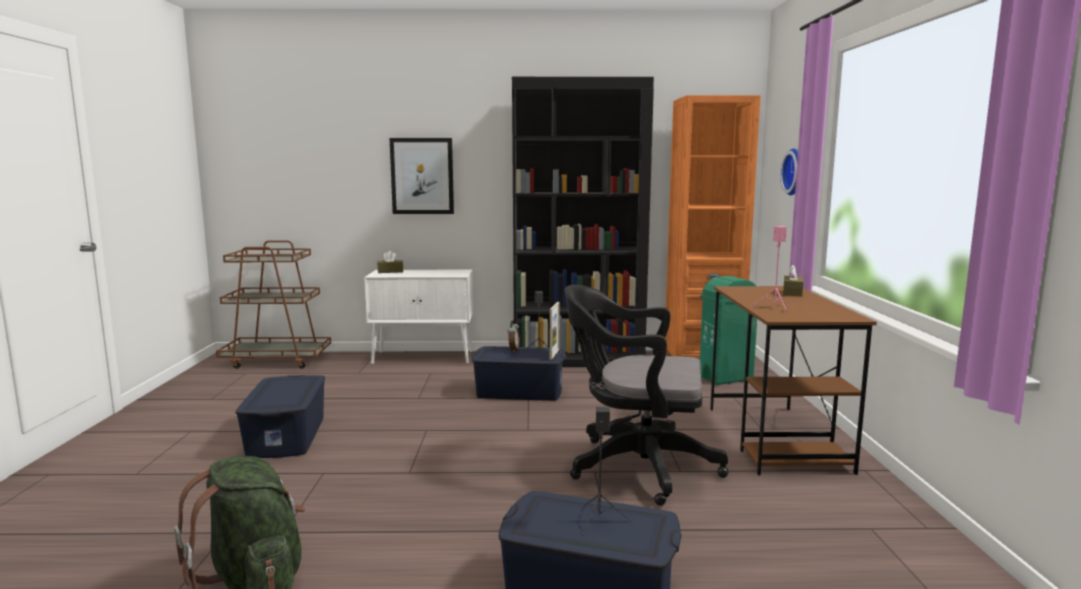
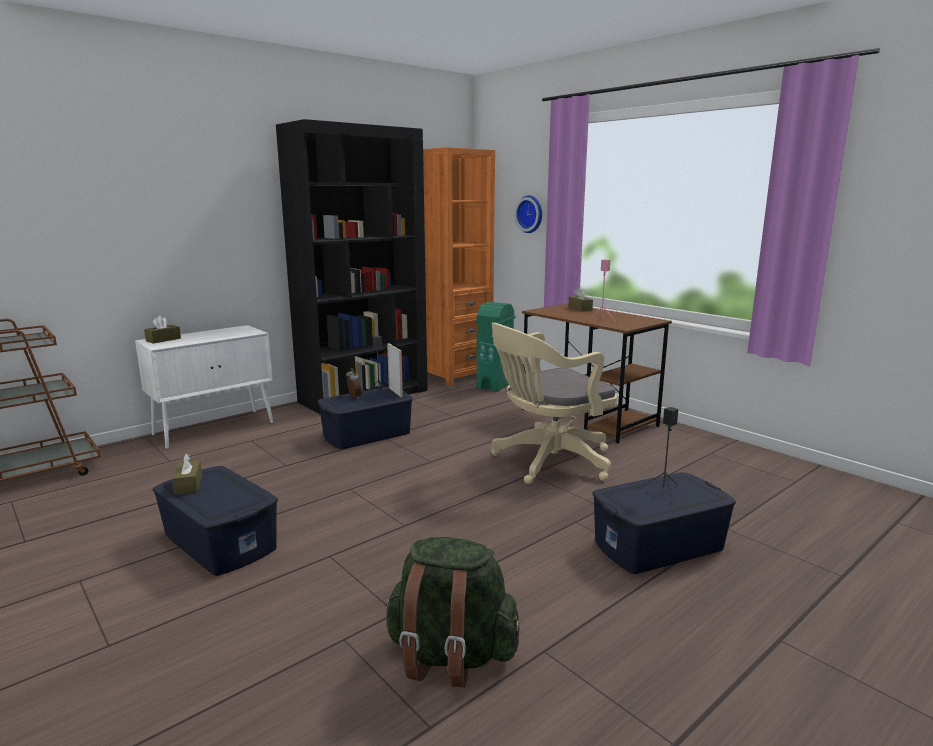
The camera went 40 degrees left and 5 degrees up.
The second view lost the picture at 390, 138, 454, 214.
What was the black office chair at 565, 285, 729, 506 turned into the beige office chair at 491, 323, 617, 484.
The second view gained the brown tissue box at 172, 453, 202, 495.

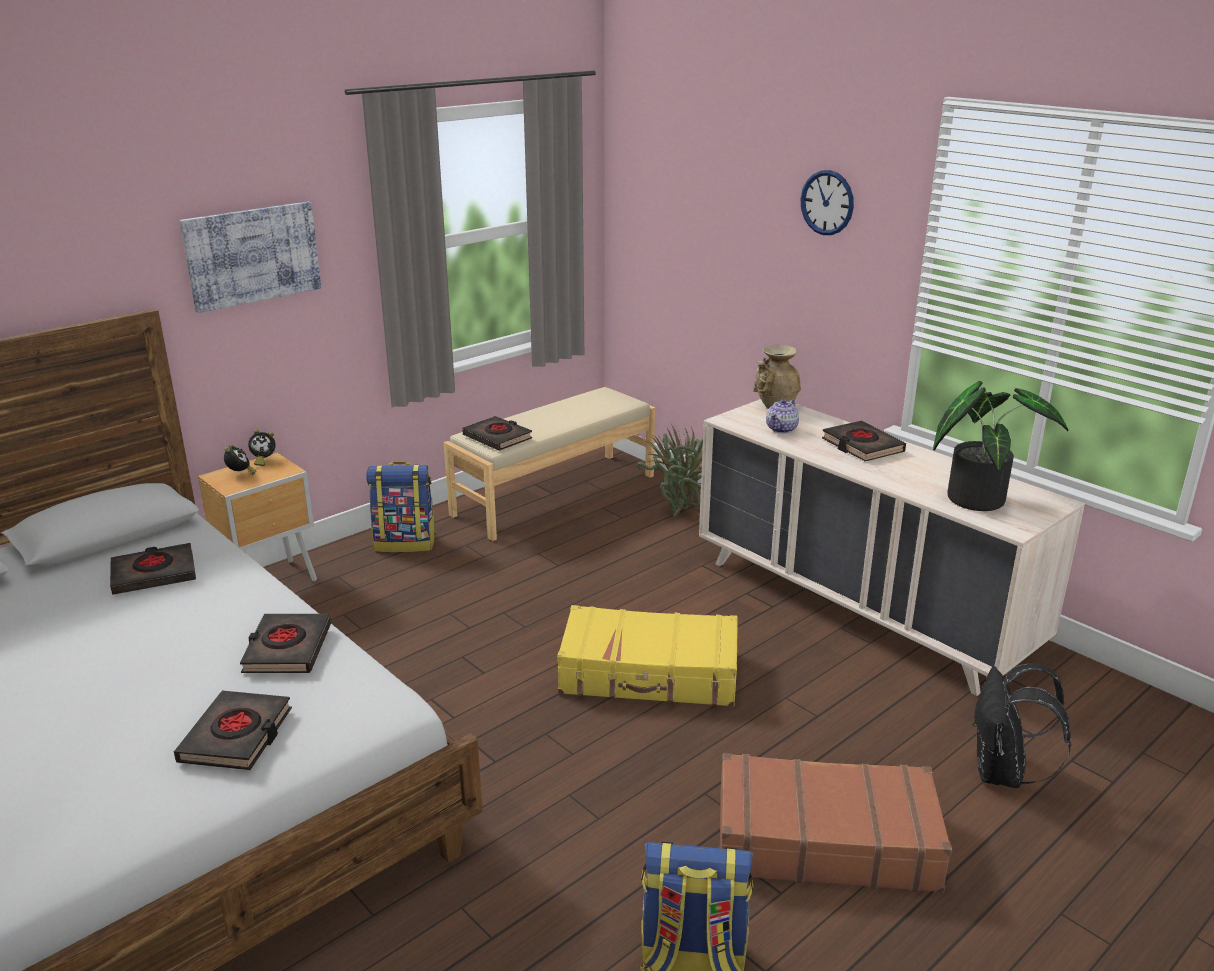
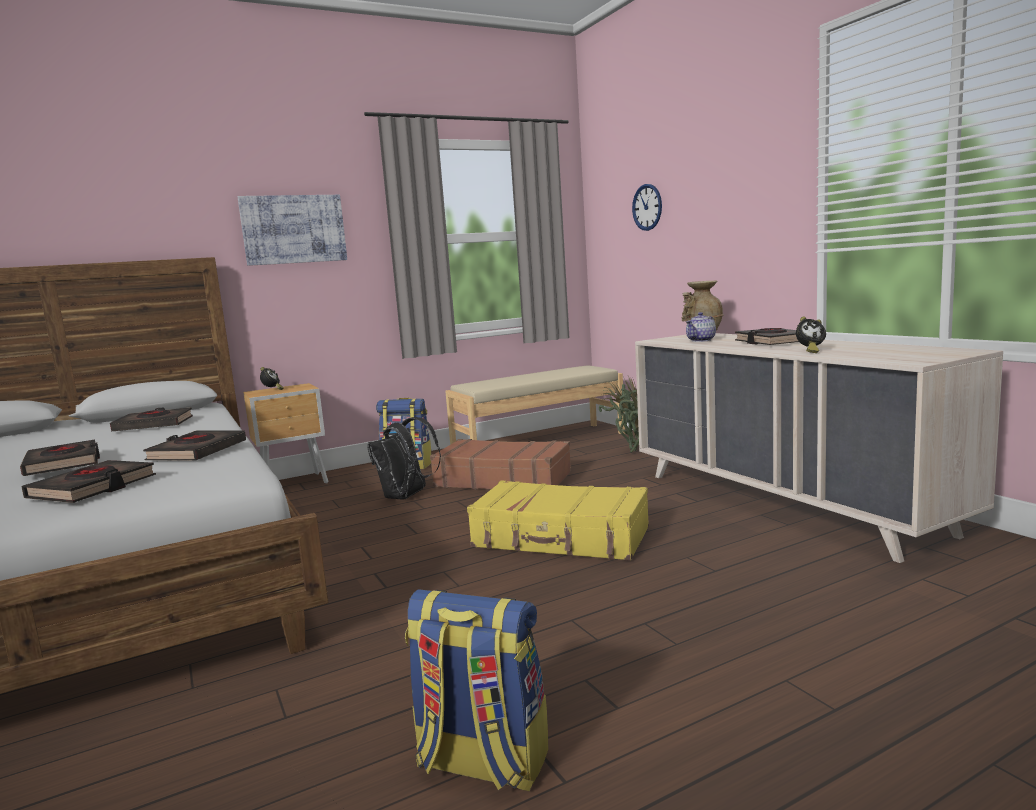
The camera went 15 degrees right and 15 degrees down.
The alarm clock ended up elsewhere, having gone from 248, 429, 276, 466 to 796, 316, 826, 353.
The black book ended up elsewhere, having gone from 463, 416, 532, 451 to 20, 439, 100, 476.
The brown suitcase ended up elsewhere, having gone from 720, 753, 952, 893 to 430, 439, 571, 490.
The wall clock ended up elsewhere, having gone from 801, 170, 854, 235 to 632, 184, 662, 231.
The second view lost the potted plant at 933, 381, 1069, 511.
The black backpack ended up elsewhere, having gone from 972, 663, 1072, 788 to 367, 417, 441, 500.

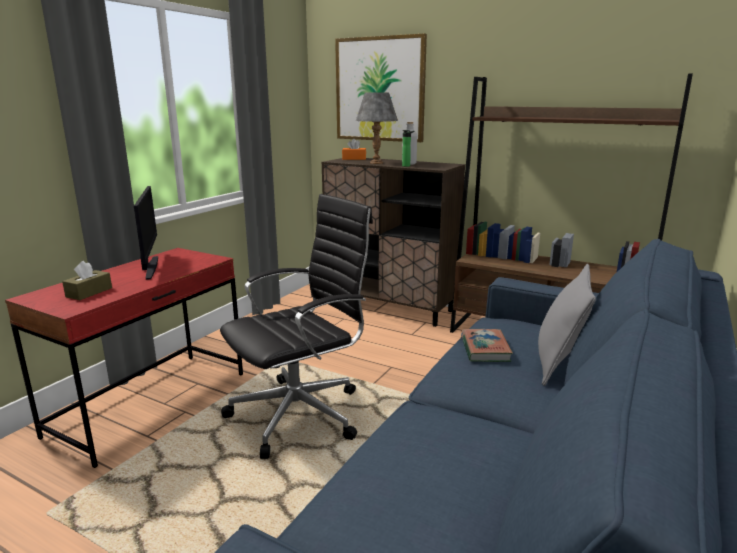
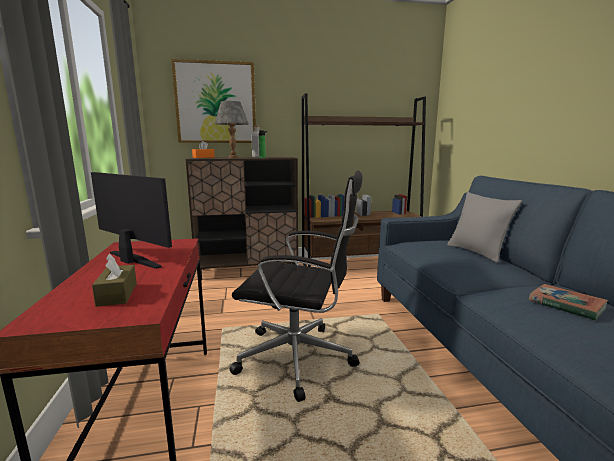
The camera went 40 degrees left and 5 degrees down.
The black office chair at 220, 194, 373, 459 ended up facing another way, 90 degrees clockwise from before.
The book ended up elsewhere, having gone from 461, 329, 513, 362 to 529, 284, 608, 320.

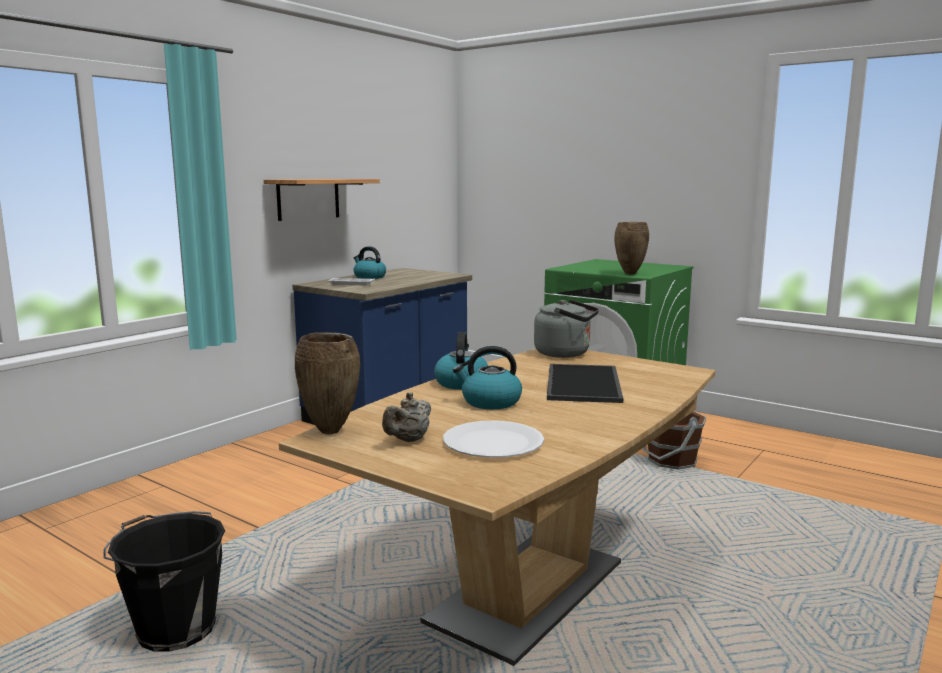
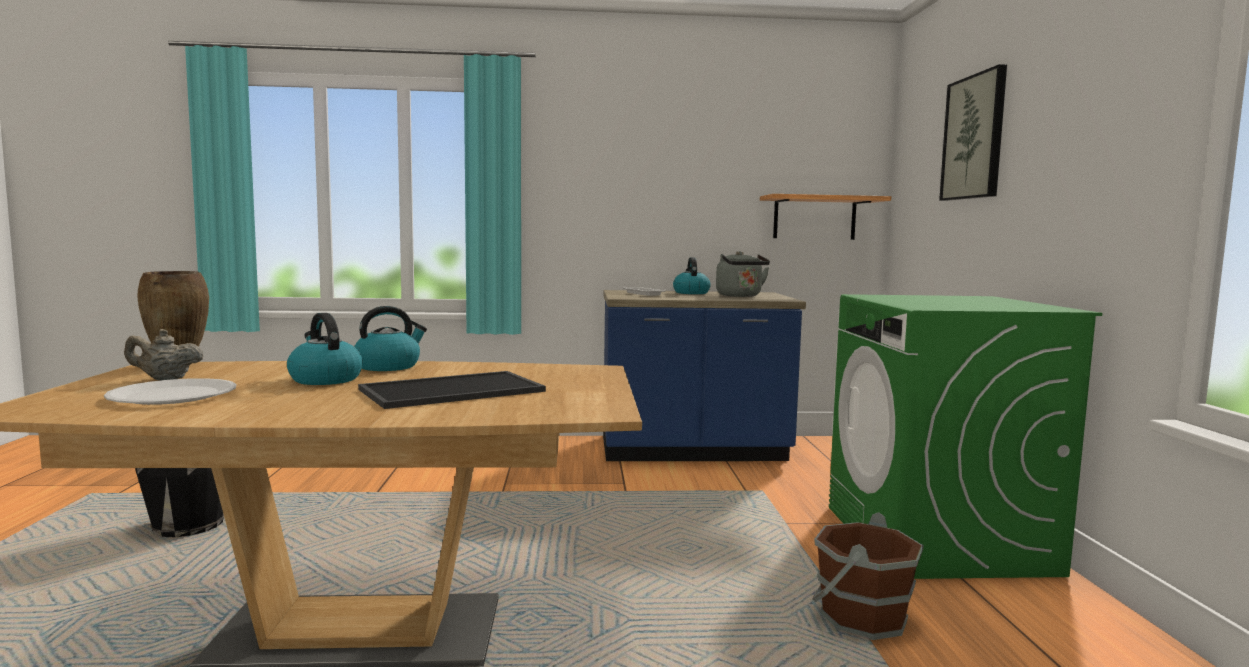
The camera went 50 degrees right and 5 degrees down.
The shelf ended up elsewhere, having gone from 264, 179, 380, 221 to 760, 194, 891, 240.
The grey kettle ended up elsewhere, having gone from 534, 300, 599, 358 to 716, 251, 770, 297.
The second view lost the brown vase at 614, 222, 649, 275.
The second view gained the picture at 939, 64, 1007, 201.

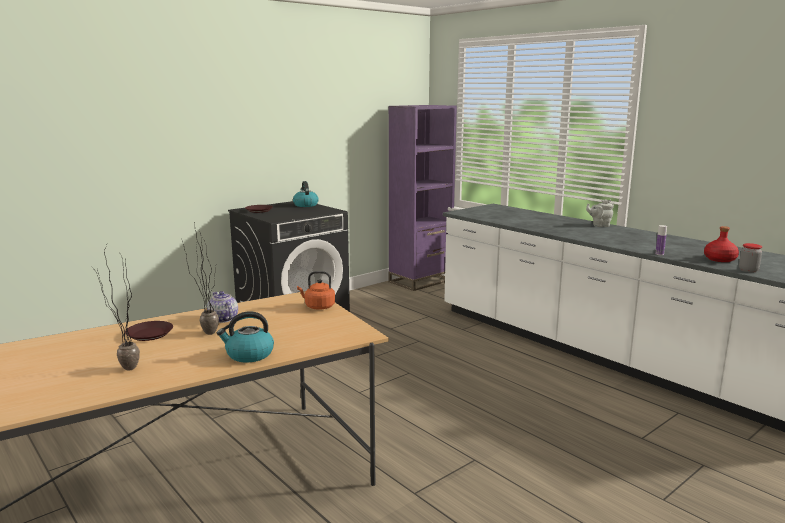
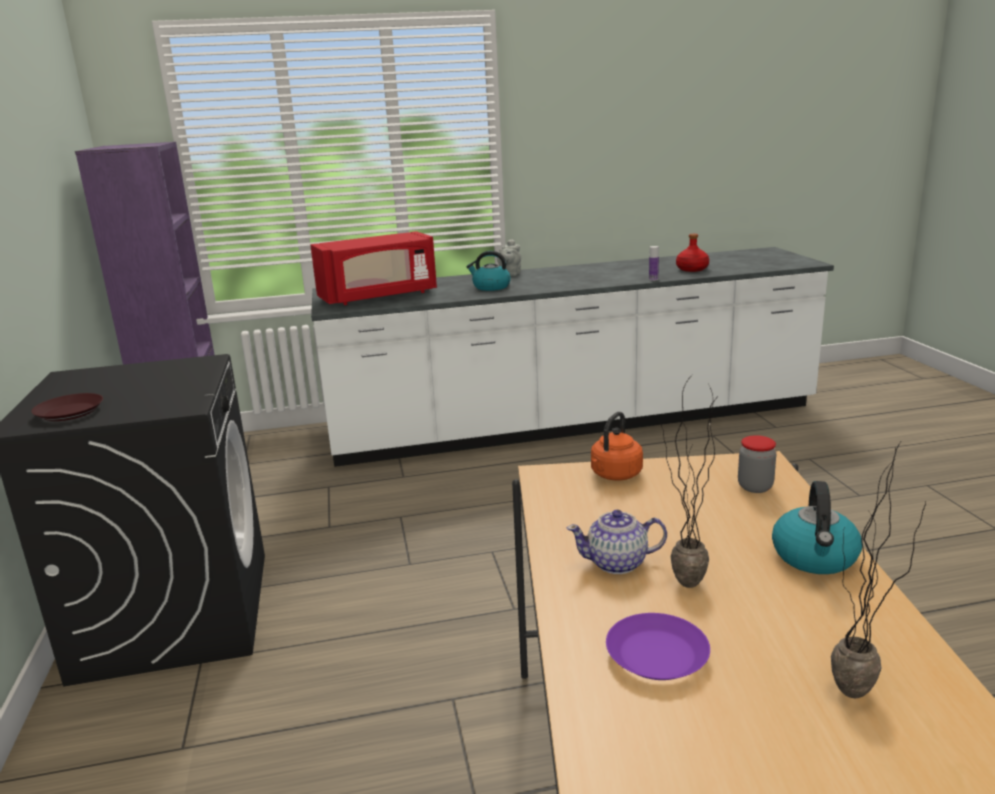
The camera went 60 degrees left and 5 degrees up.
What was the brown plate at 125, 321, 173, 341 turned into the purple plate at 606, 613, 710, 680.
The kettle ended up elsewhere, having gone from 293, 181, 319, 207 to 466, 251, 511, 291.
The jar ended up elsewhere, having gone from 739, 243, 762, 273 to 738, 435, 776, 493.
The second view gained the red microwave at 310, 231, 437, 305.

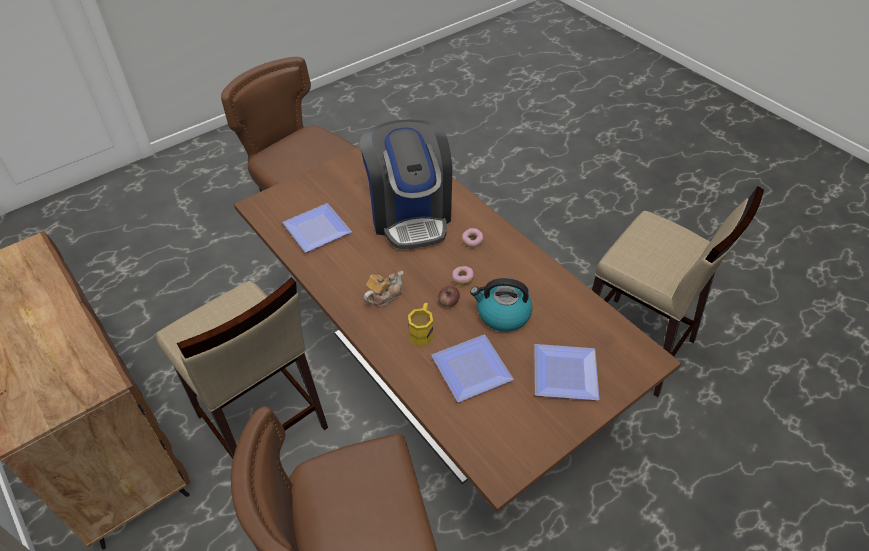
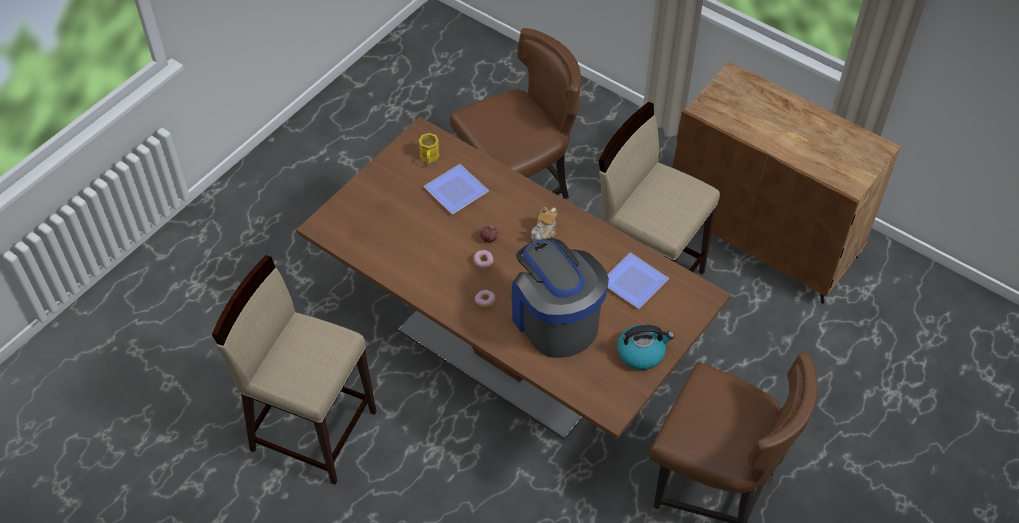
The camera went 165 degrees right and 5 degrees up.
The yellow mug ended up elsewhere, having gone from 408, 303, 433, 346 to 419, 133, 440, 165.
The kettle ended up elsewhere, having gone from 470, 278, 532, 332 to 617, 325, 675, 370.
The second view lost the plate at 534, 344, 600, 400.

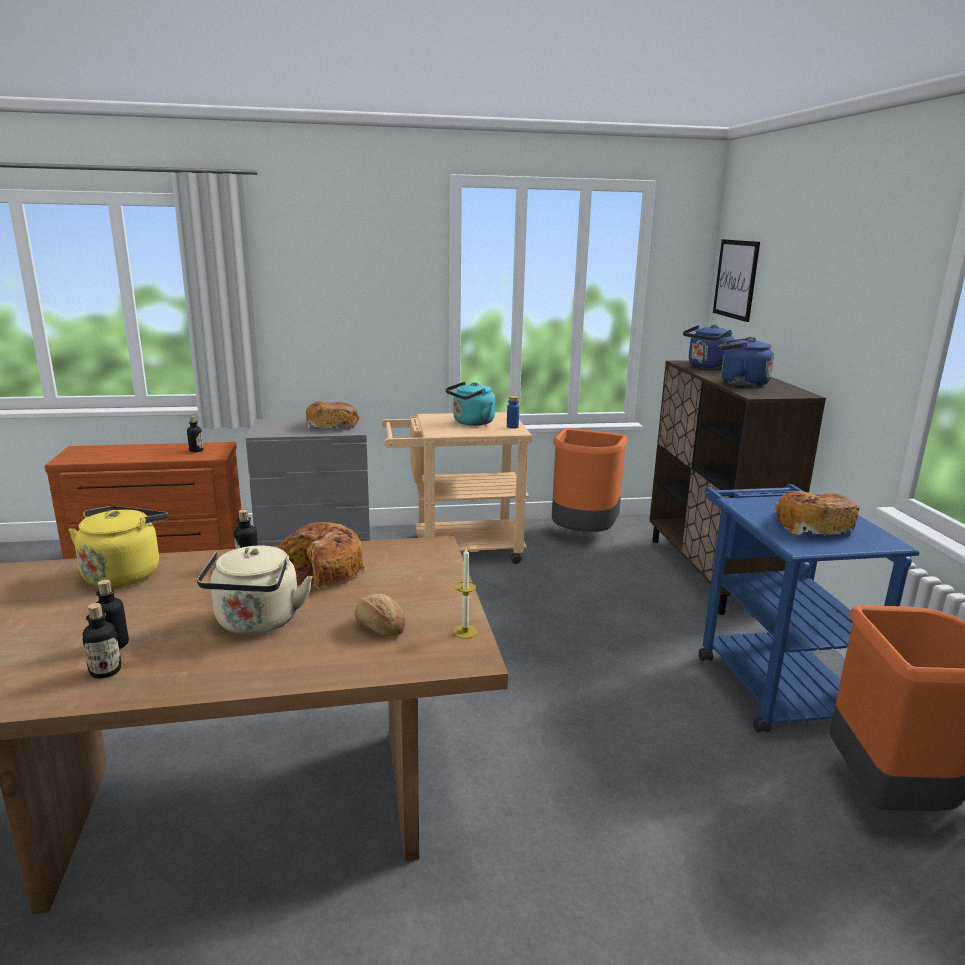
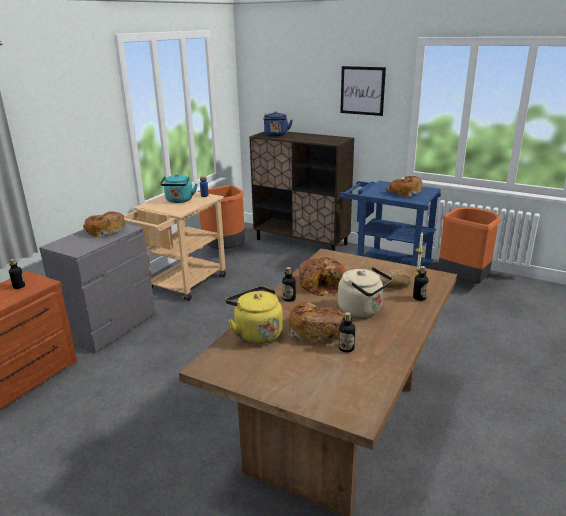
The camera went 50 degrees left and 5 degrees up.
The bottle ended up elsewhere, having gone from 82, 603, 122, 679 to 413, 266, 428, 301.
The picture ended up elsewhere, having gone from 713, 239, 760, 322 to 340, 66, 386, 116.
The second view lost the blue kettle at 718, 337, 774, 387.
The second view gained the bread at 288, 302, 345, 342.

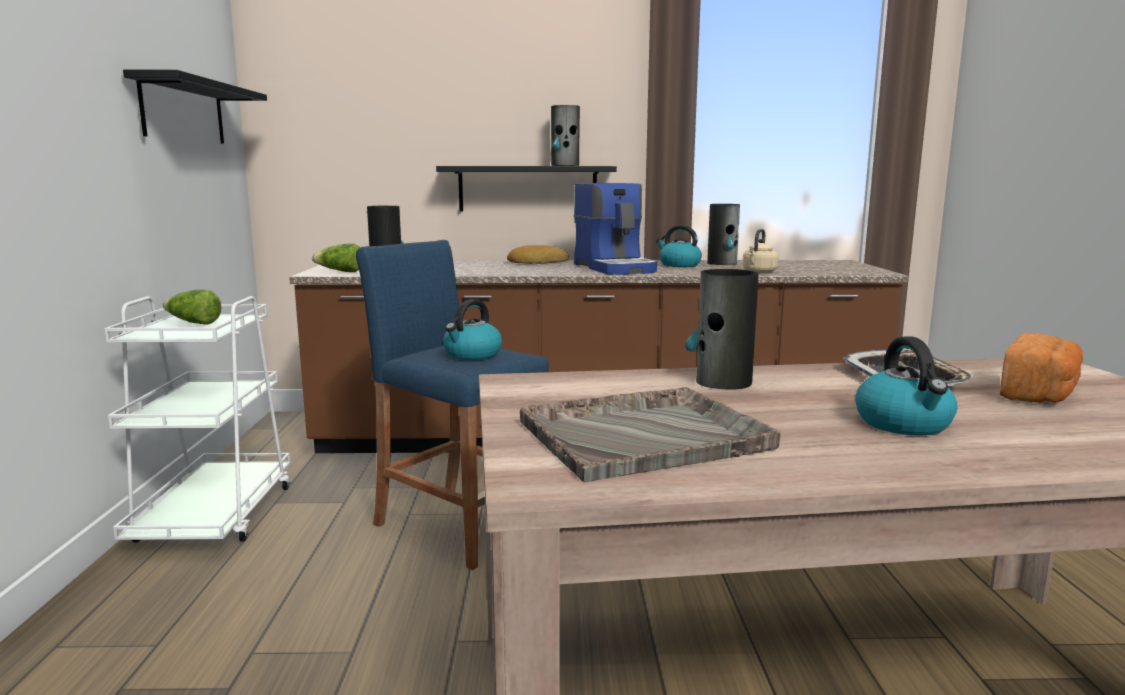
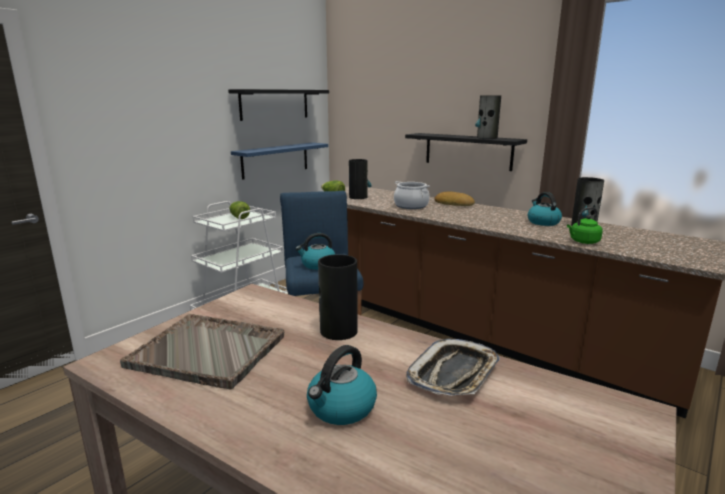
The camera went 40 degrees right and 5 degrees up.
The second view lost the coffee machine at 574, 183, 657, 275.
What was the beige kettle at 743, 229, 779, 273 turned into the green kettle at 567, 207, 603, 244.
The second view lost the bread at 1000, 333, 1083, 403.
The second view gained the blue shelf at 231, 142, 328, 180.
The second view gained the cooking pot at 394, 181, 430, 209.

